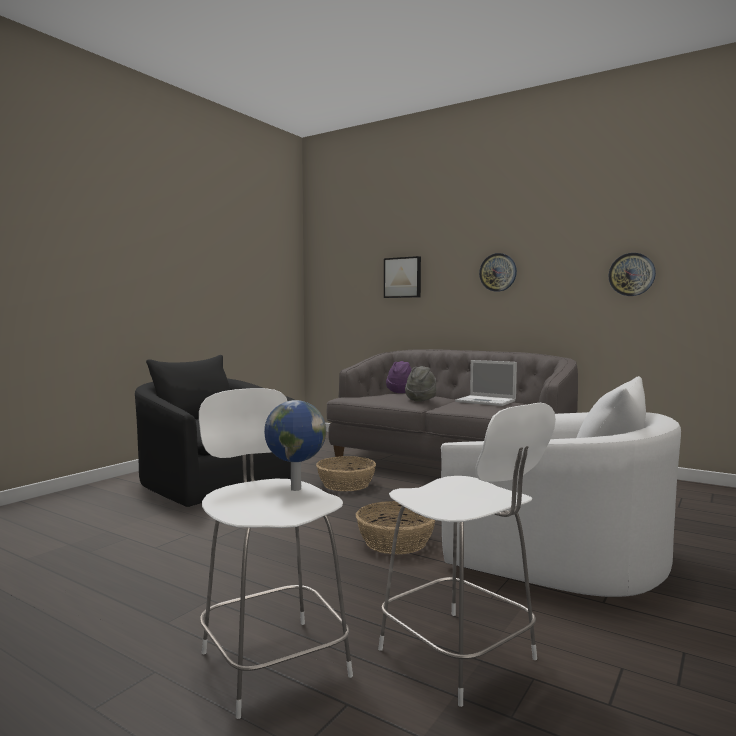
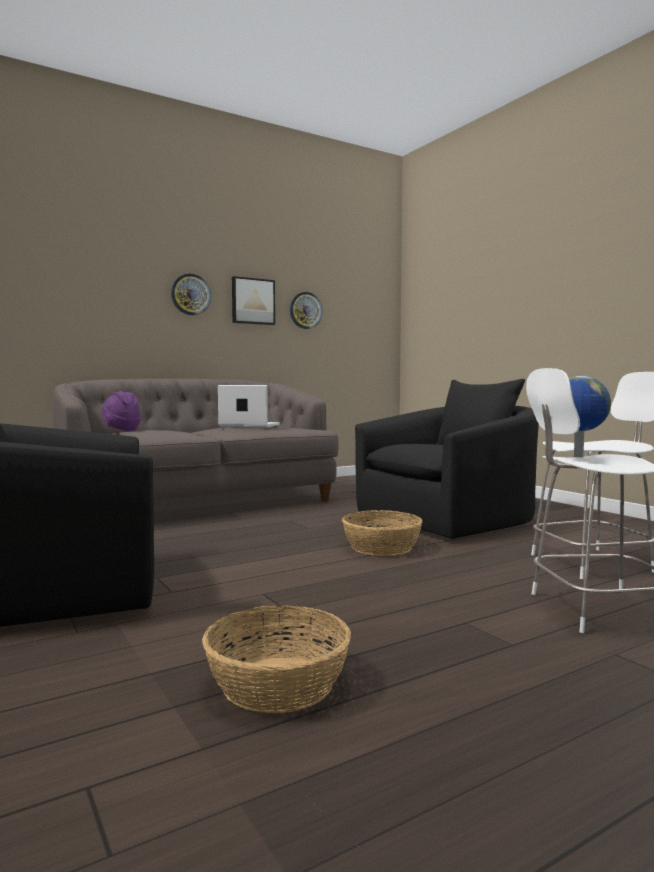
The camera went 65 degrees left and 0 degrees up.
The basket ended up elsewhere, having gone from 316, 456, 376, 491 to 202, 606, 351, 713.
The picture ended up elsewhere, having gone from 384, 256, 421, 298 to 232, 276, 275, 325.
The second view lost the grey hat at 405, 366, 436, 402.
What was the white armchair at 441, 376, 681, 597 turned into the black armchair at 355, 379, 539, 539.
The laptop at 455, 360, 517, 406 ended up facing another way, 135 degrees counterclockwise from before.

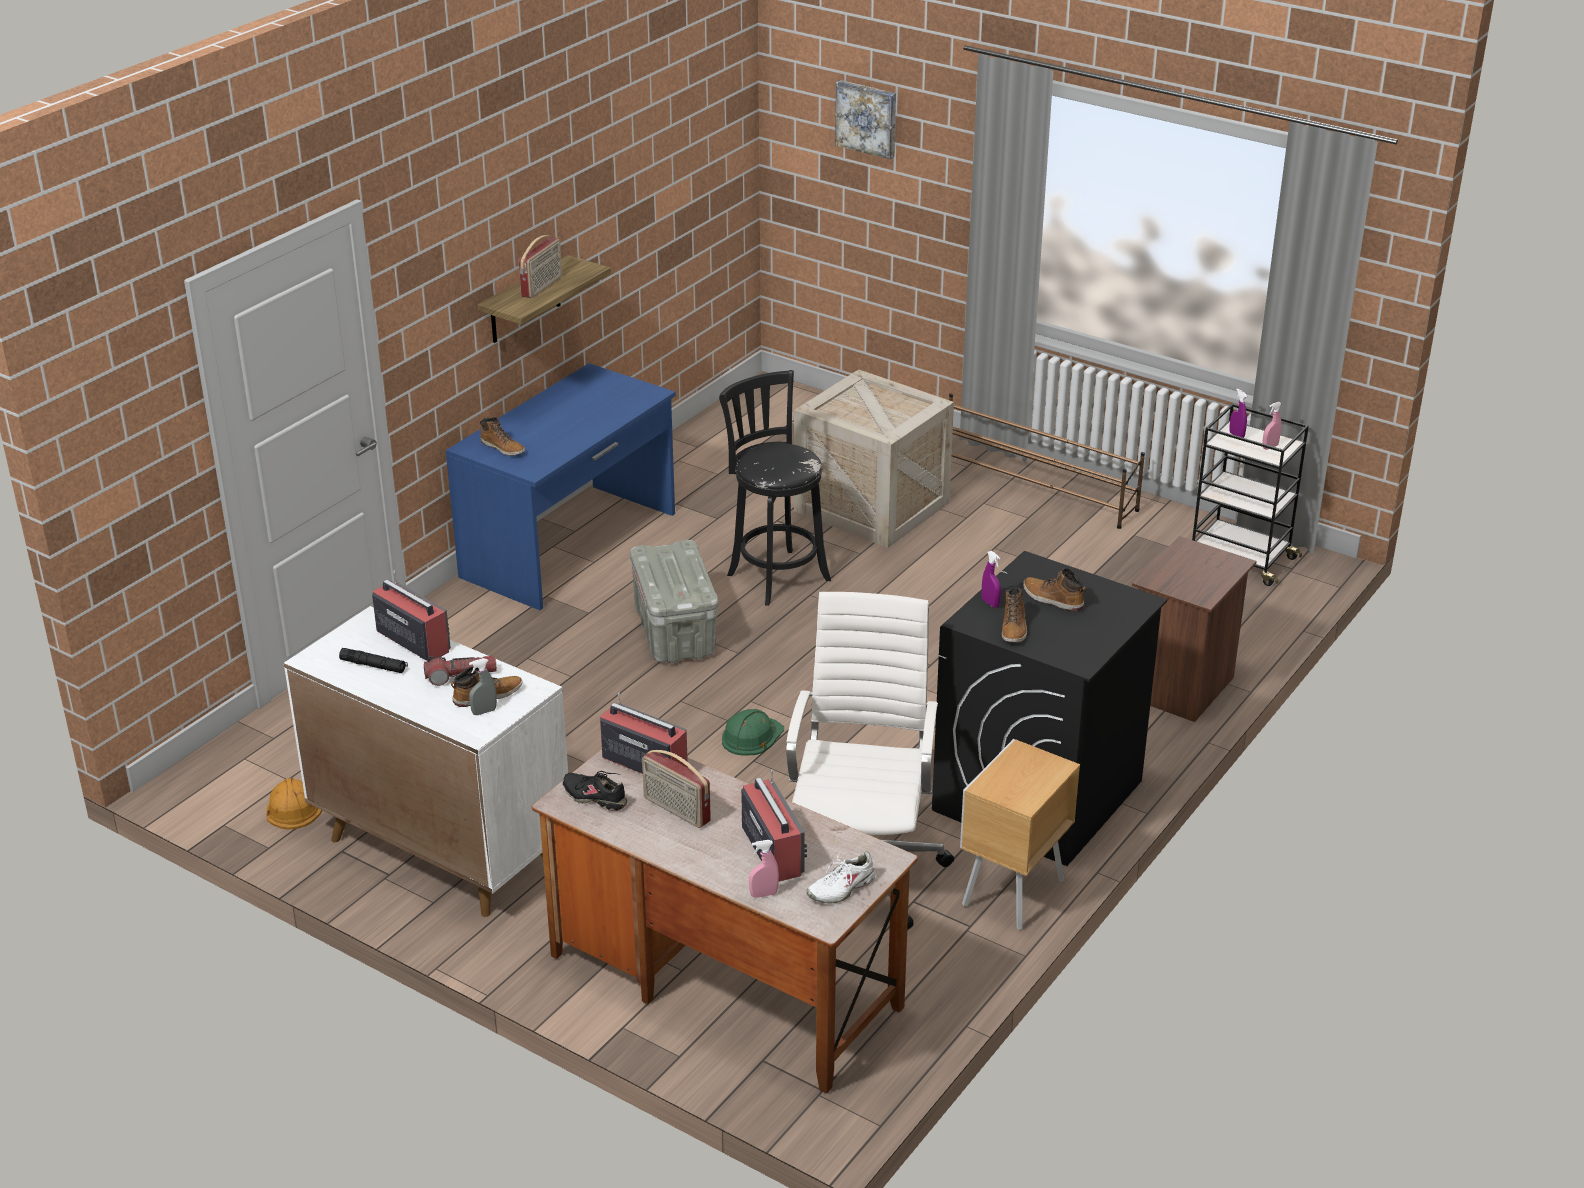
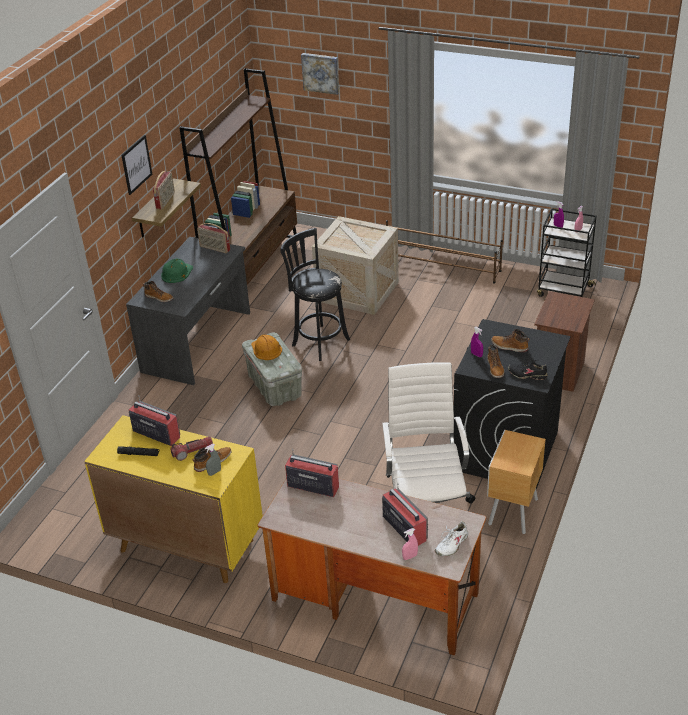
The camera went 10 degrees left and 5 degrees up.
The orange hard hat ended up elsewhere, having gone from 266, 778, 322, 830 to 251, 335, 282, 360.
What was the white cabinet at 284, 606, 568, 917 turned into the yellow cabinet at 84, 415, 263, 583.
What was the blue desk at 446, 363, 676, 610 turned into the grey desk at 126, 237, 250, 385.
The black shoe ended up elsewhere, having gone from 562, 771, 627, 811 to 508, 360, 548, 380.
The radio ended up elsewhere, having gone from 642, 750, 711, 828 to 197, 223, 230, 253.
The green hard hat ended up elsewhere, having gone from 722, 709, 784, 756 to 161, 258, 193, 283.
The second view gained the picture at 121, 135, 152, 195.
The second view gained the brown bookcase at 179, 68, 297, 285.

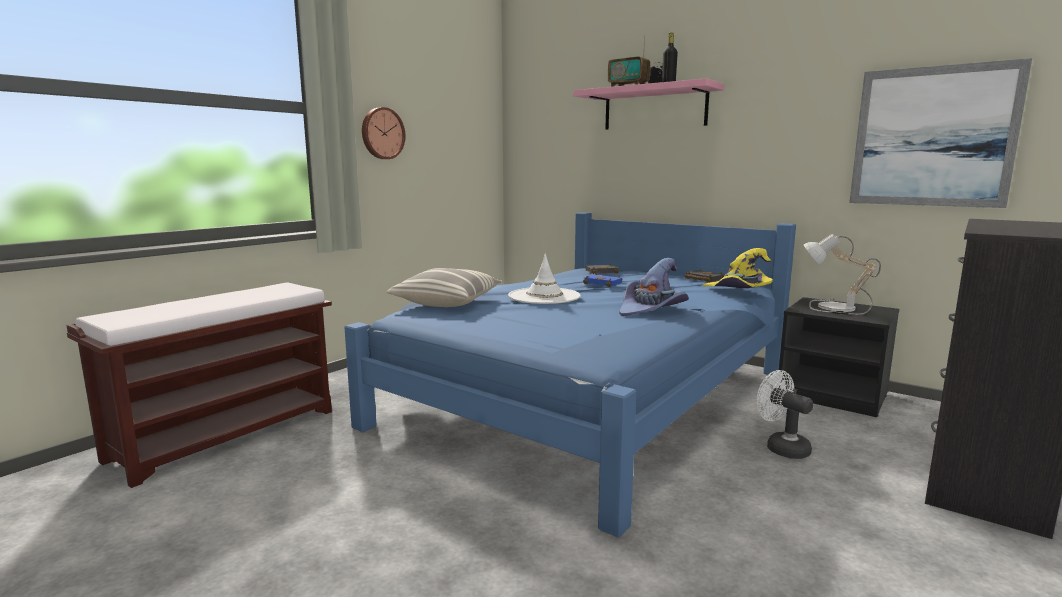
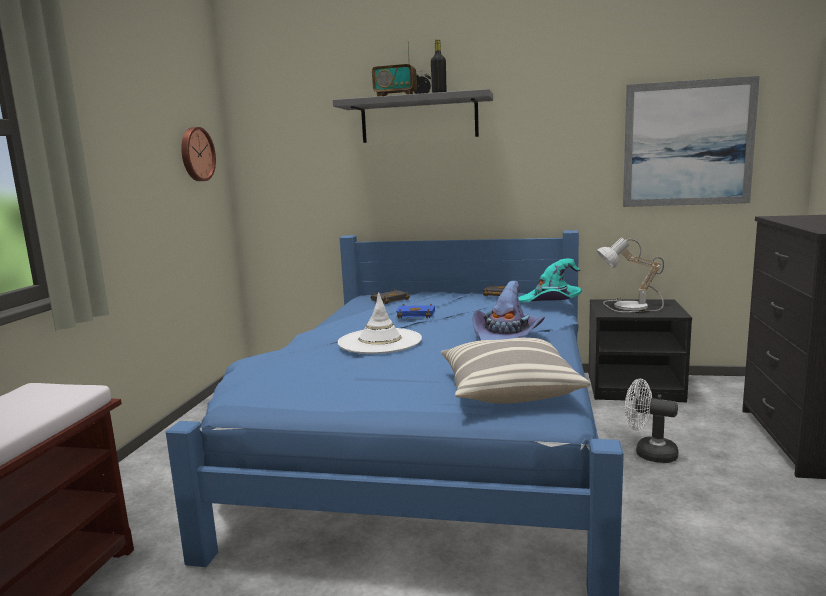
The camera went 25 degrees left and 0 degrees up.
The wall clock ended up elsewhere, having gone from 362, 107, 405, 159 to 181, 127, 216, 181.
The pillow ended up elsewhere, having gone from 387, 268, 502, 307 to 441, 338, 590, 404.
What was the pink shelf at 573, 78, 724, 130 turned into the grey shelf at 333, 89, 493, 143.
What was the yellow hat at 703, 248, 773, 288 turned into the turquoise hat at 518, 258, 582, 302.

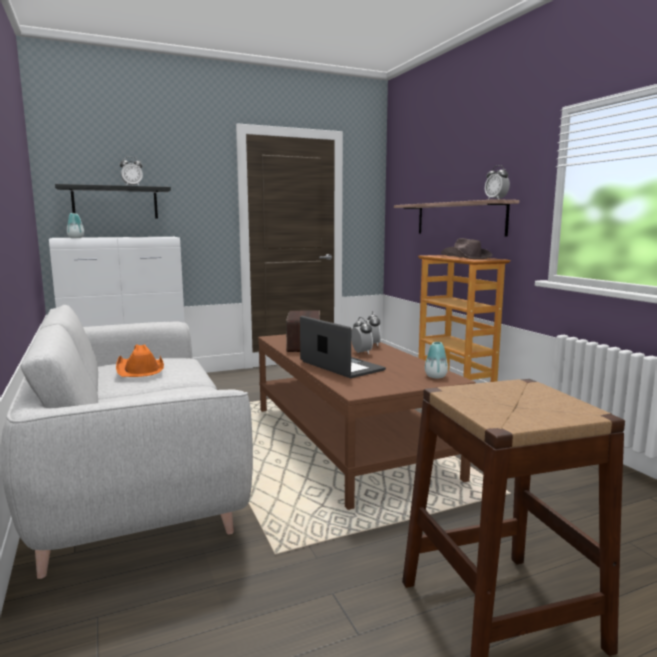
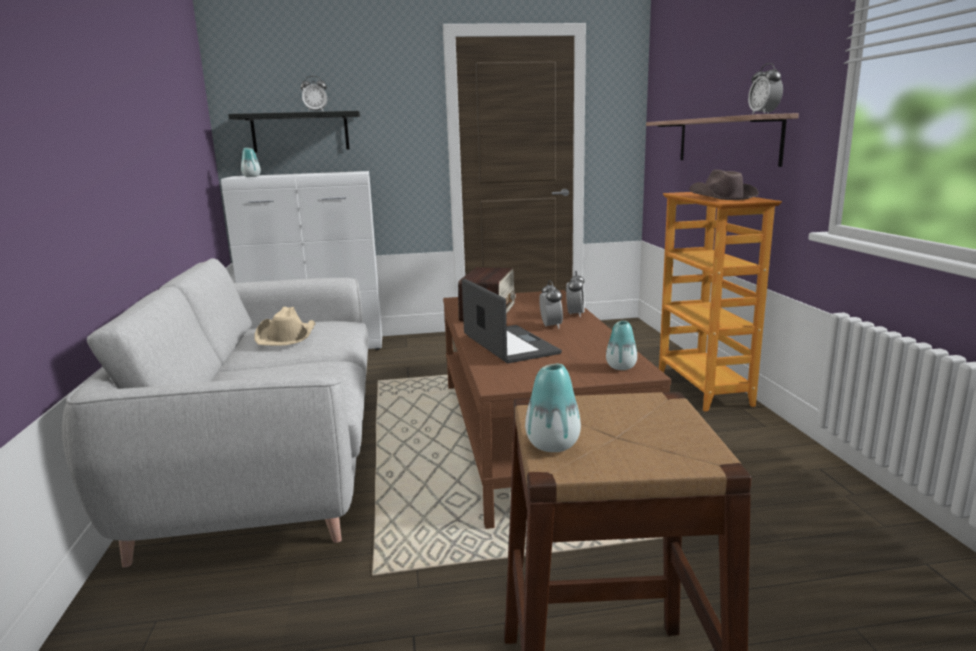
The camera went 15 degrees right and 5 degrees up.
What was the orange hat at 116, 344, 164, 377 turned into the beige hat at 254, 307, 316, 346.
The second view gained the vase at 525, 364, 581, 452.

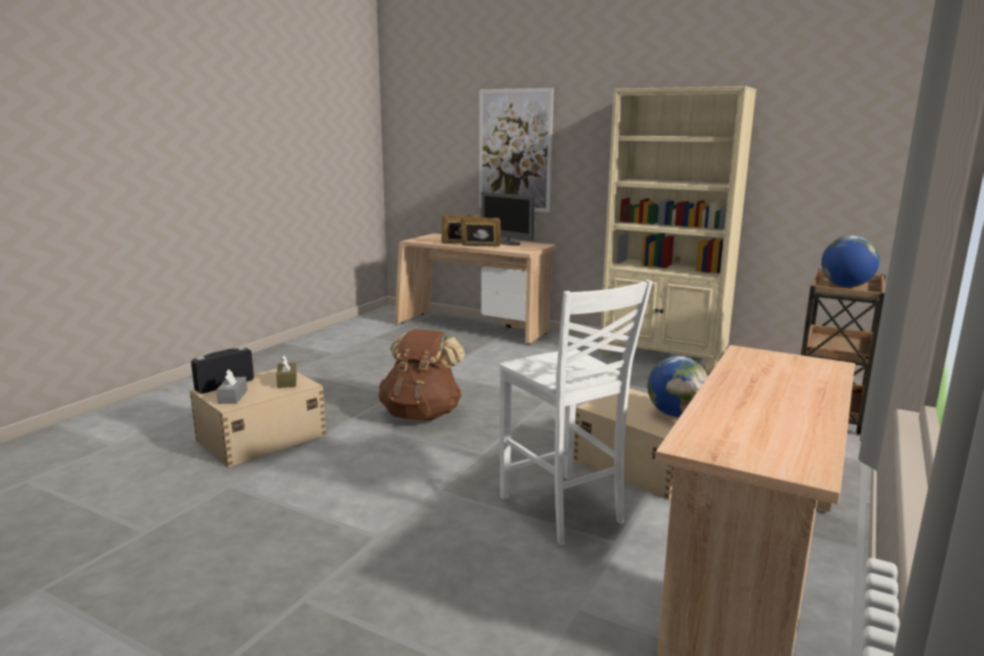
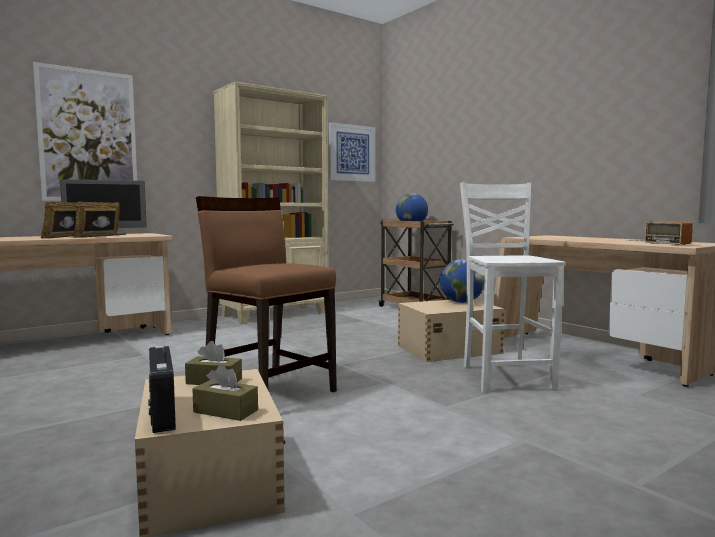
The camera went 65 degrees left and 10 degrees down.
What was the grey tissue box at 216, 369, 248, 404 turned into the brown tissue box at 192, 364, 258, 421.
Where the brown backpack stood at 379, 329, 465, 420, the brown chair came to stand at 196, 196, 337, 392.
The white chair at 499, 280, 653, 545 ended up facing another way, 90 degrees counterclockwise from before.
The second view gained the picture at 329, 122, 375, 182.
The second view gained the radio at 627, 221, 693, 245.

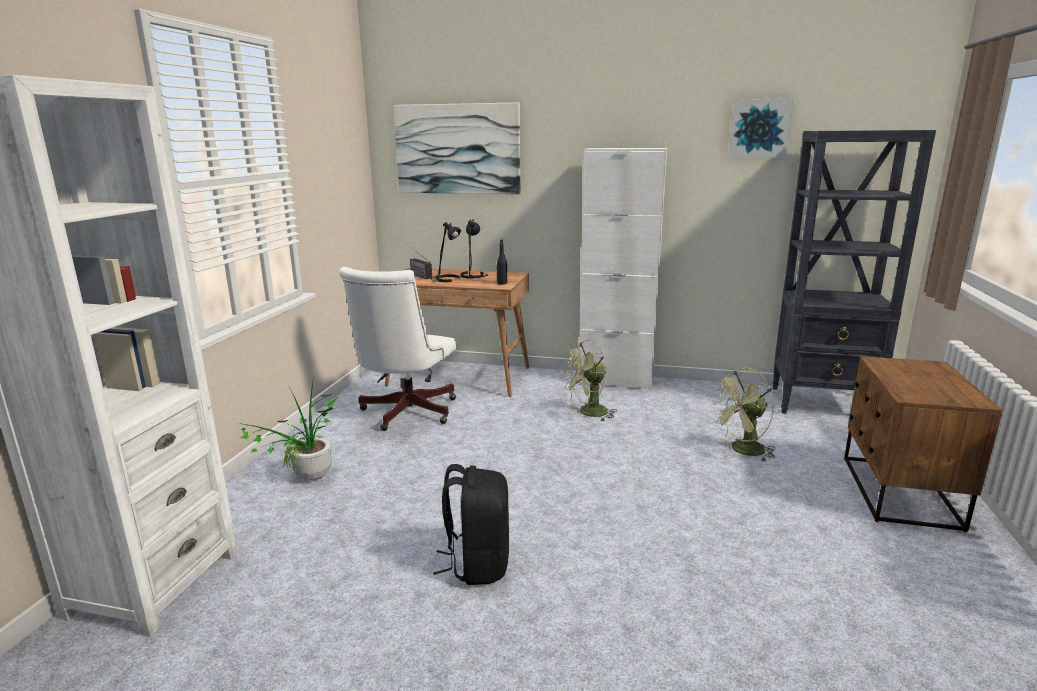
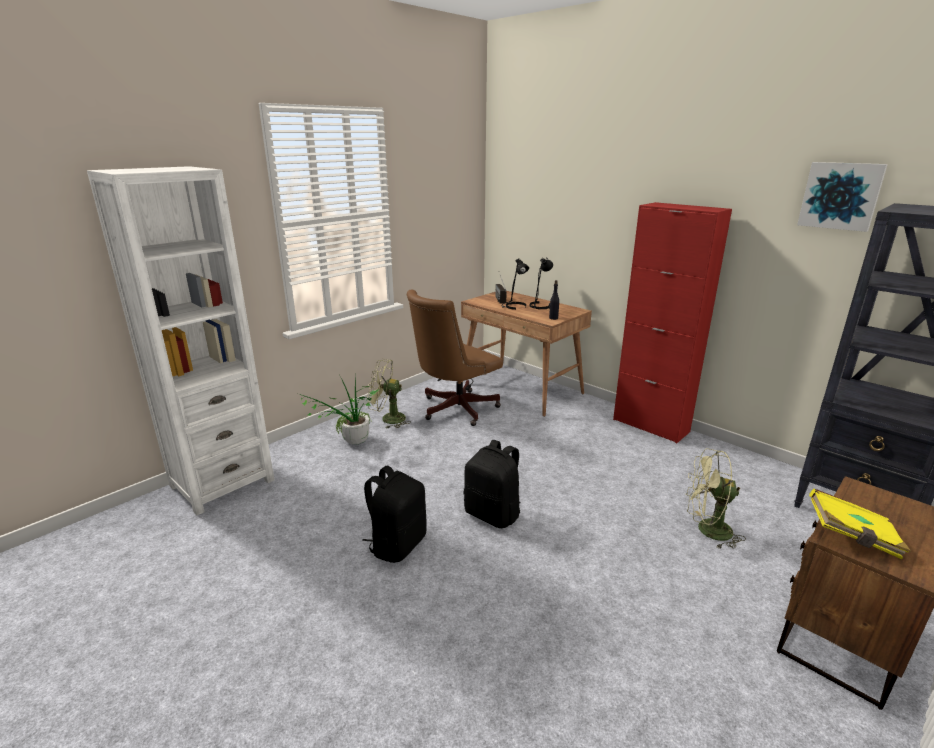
The camera went 30 degrees right and 5 degrees up.
What was the white office chair at 339, 267, 456, 431 turned into the brown office chair at 407, 289, 503, 426.
The second view lost the picture at 393, 102, 520, 194.
The green fan ended up elsewhere, having gone from 561, 340, 618, 422 to 367, 359, 411, 429.
What was the white cabinet at 578, 148, 667, 390 turned into the red cabinet at 613, 202, 732, 443.
The second view gained the black backpack at 463, 440, 521, 528.
The second view gained the yellow book at 809, 489, 911, 559.

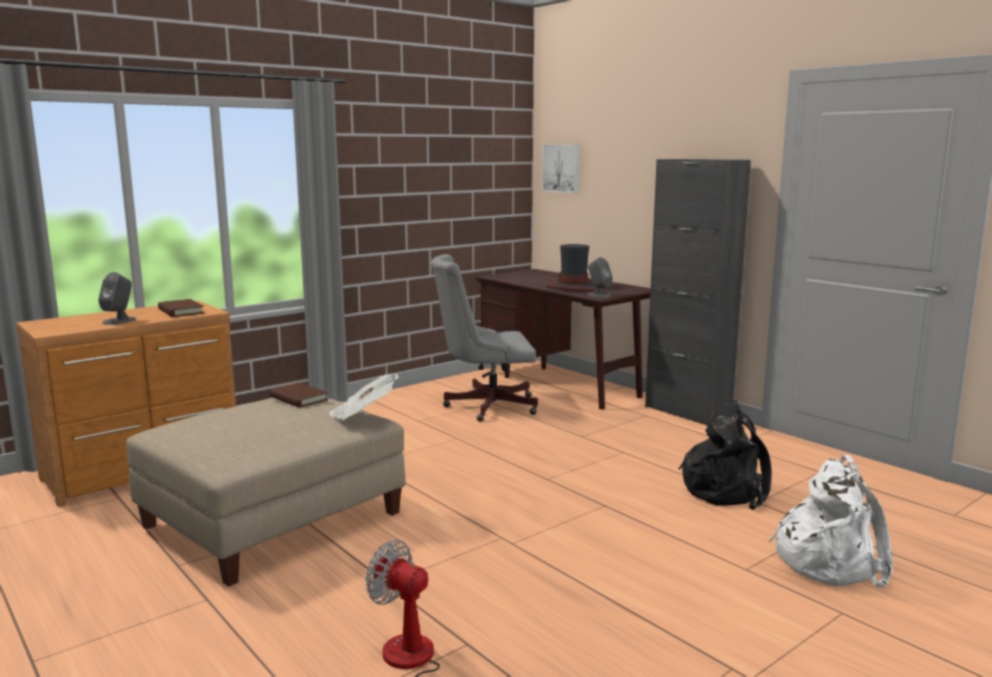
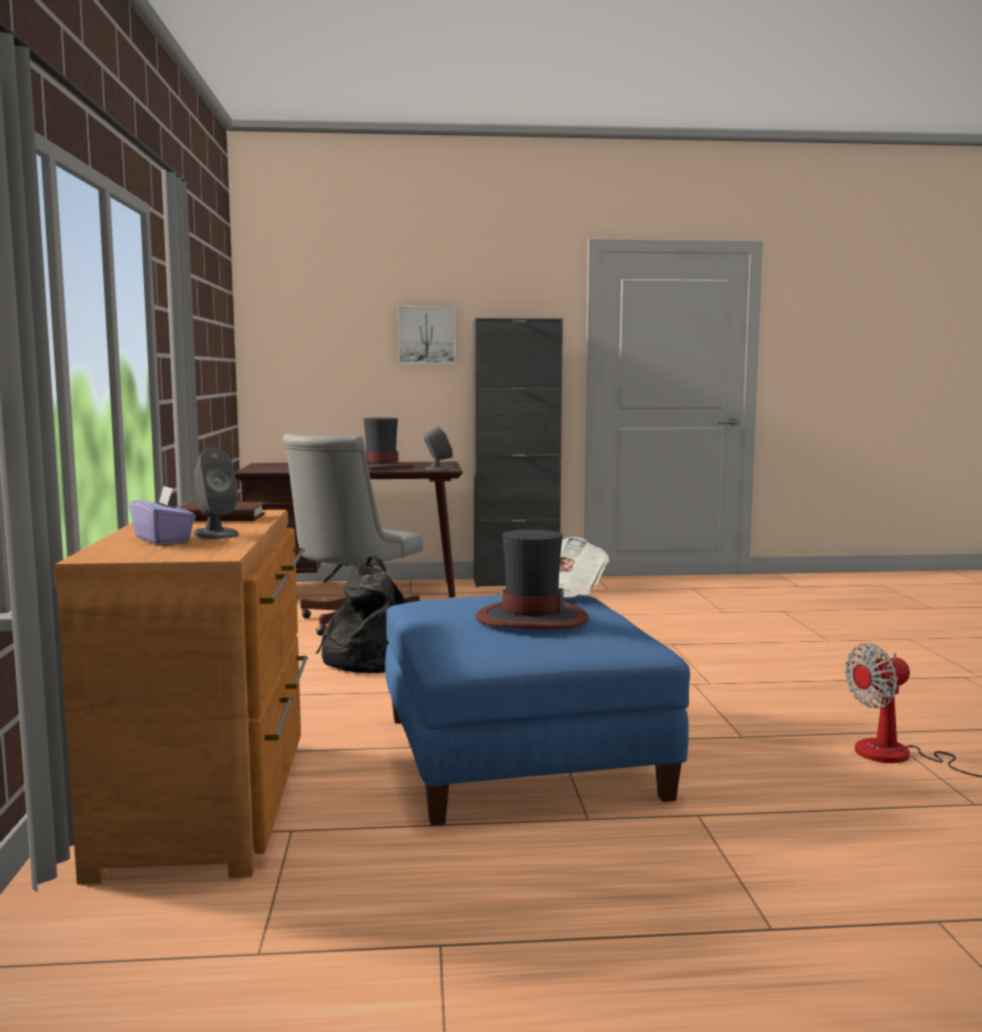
The camera went 55 degrees left and 5 degrees down.
What was the beige ottoman at 126, 398, 405, 587 turned into the blue ottoman at 385, 595, 690, 826.
The second view lost the brown book at 269, 382, 328, 408.
The picture ended up elsewhere, having gone from 542, 144, 580, 193 to 398, 306, 455, 364.
The black backpack ended up elsewhere, having gone from 678, 400, 772, 510 to 316, 555, 406, 673.
The second view lost the white backpack at 768, 455, 893, 588.
The second view gained the purple tissue box at 129, 486, 196, 545.
The second view gained the hat at 476, 530, 588, 629.

